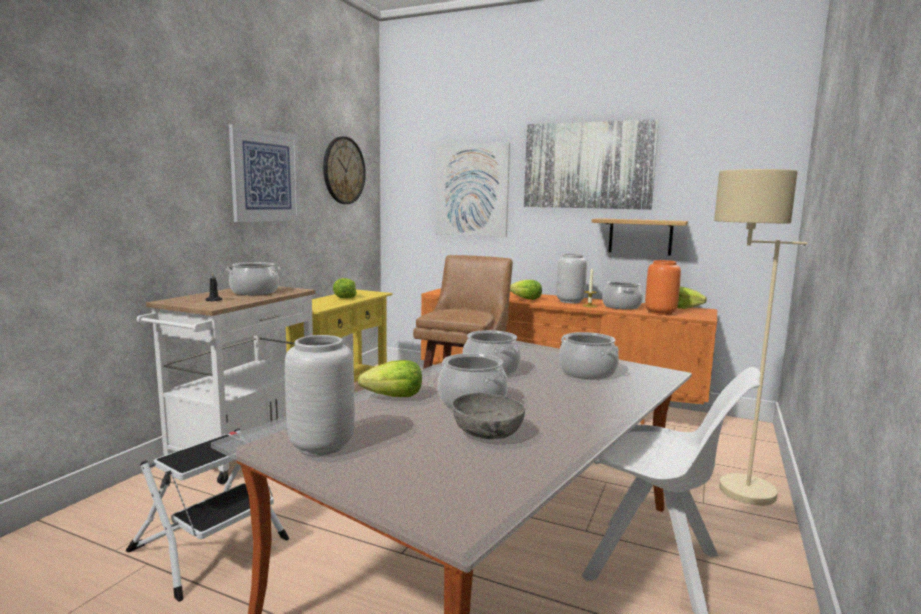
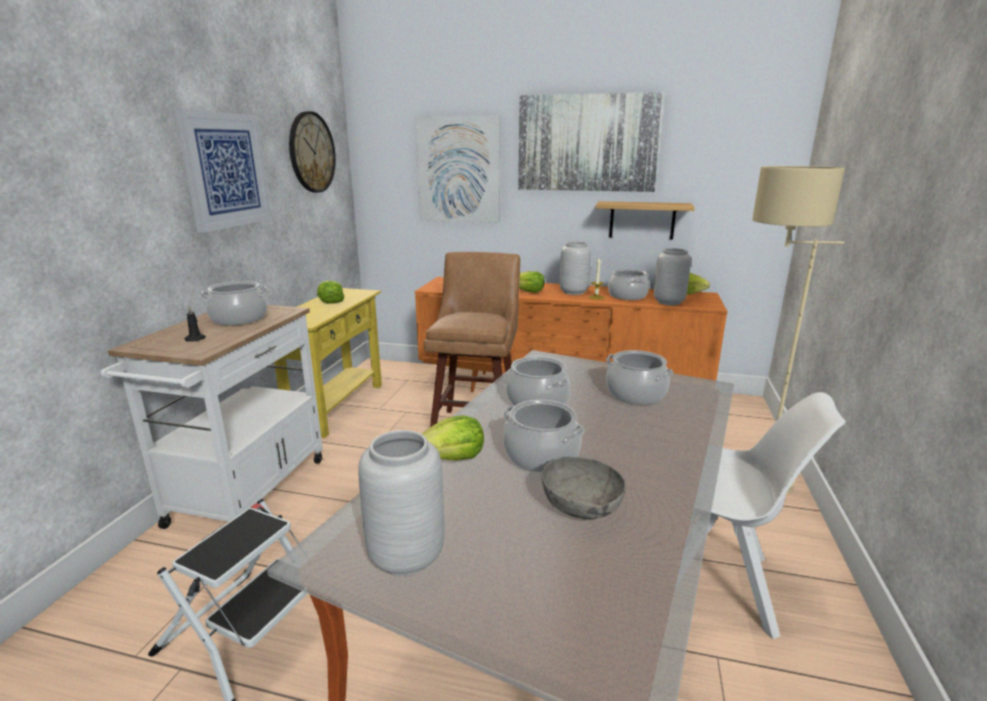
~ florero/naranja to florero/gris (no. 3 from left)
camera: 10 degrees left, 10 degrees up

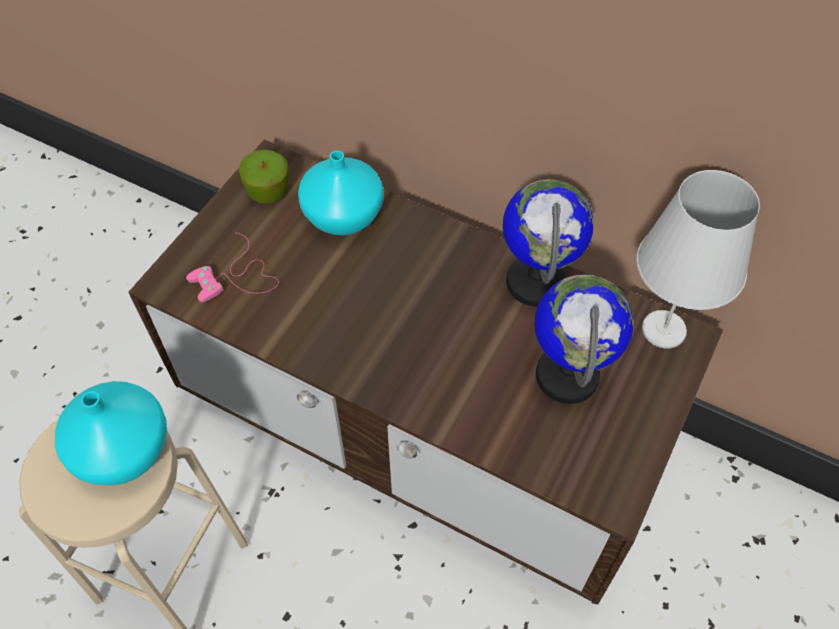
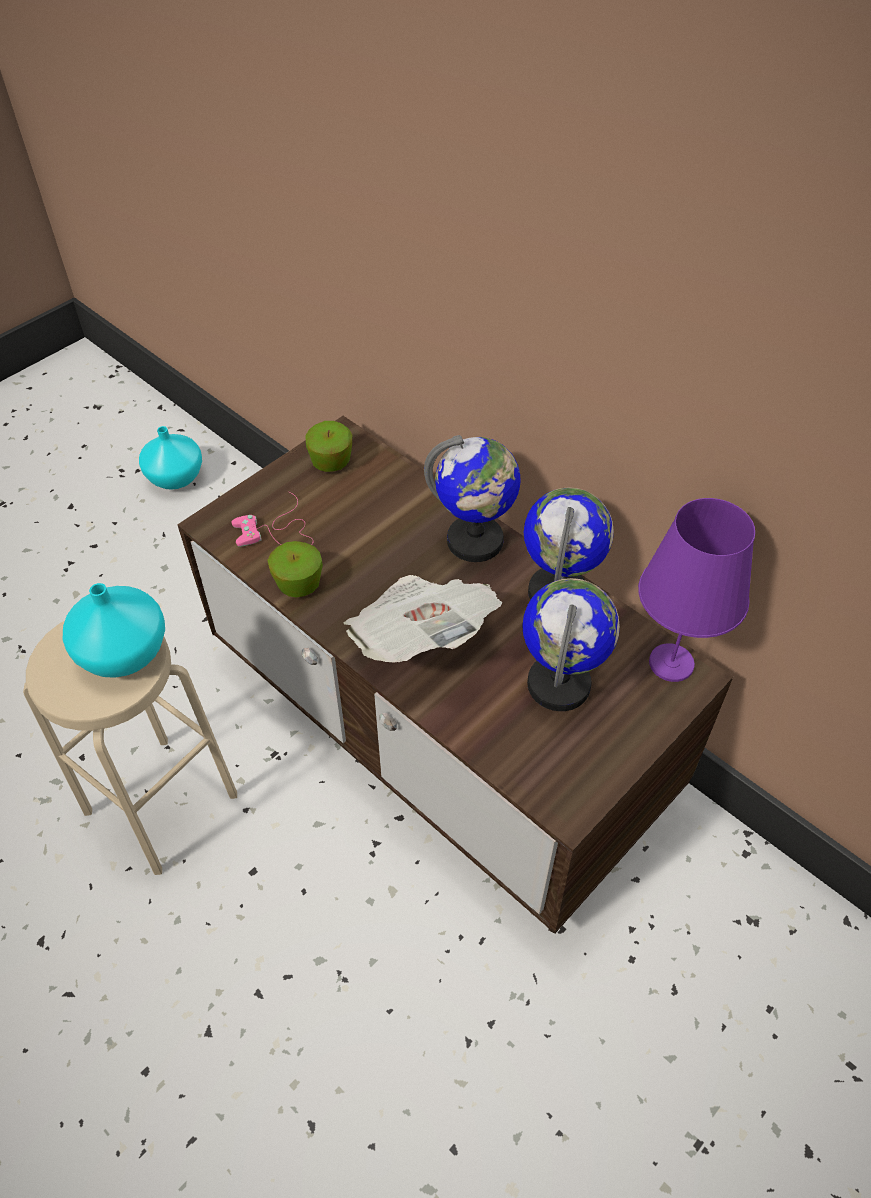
+ manzana (no. 1 from left)
+ periódico
+ globo terráqueo (no. 1 from left)
~ florero/turquesa (no. 2 from left)
~ lámpara de mesa/blanco to lámpara de mesa/morado
camera: 15 degrees right, 5 degrees down

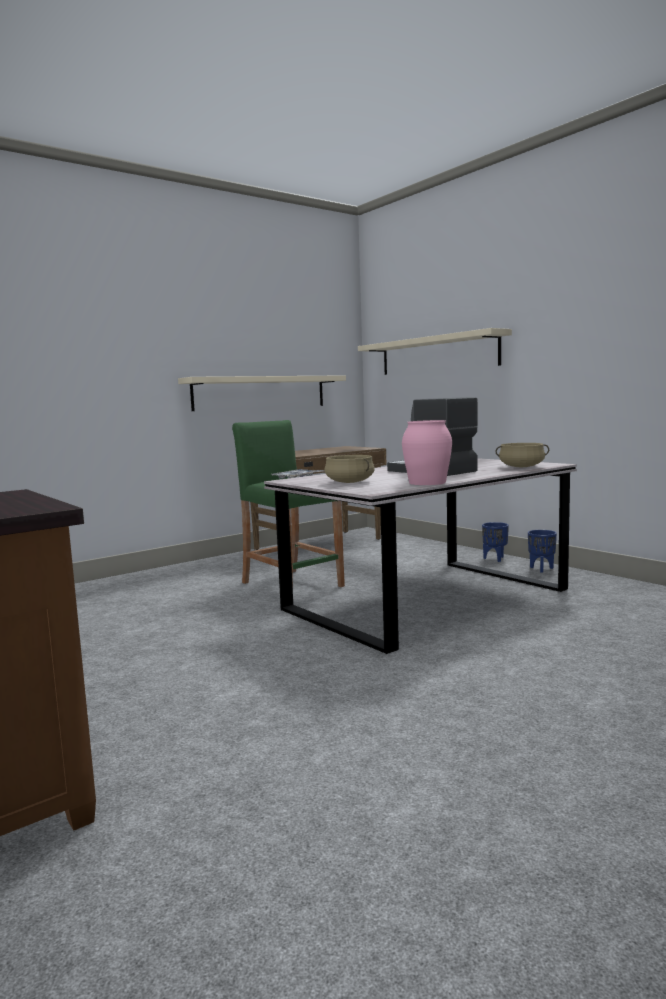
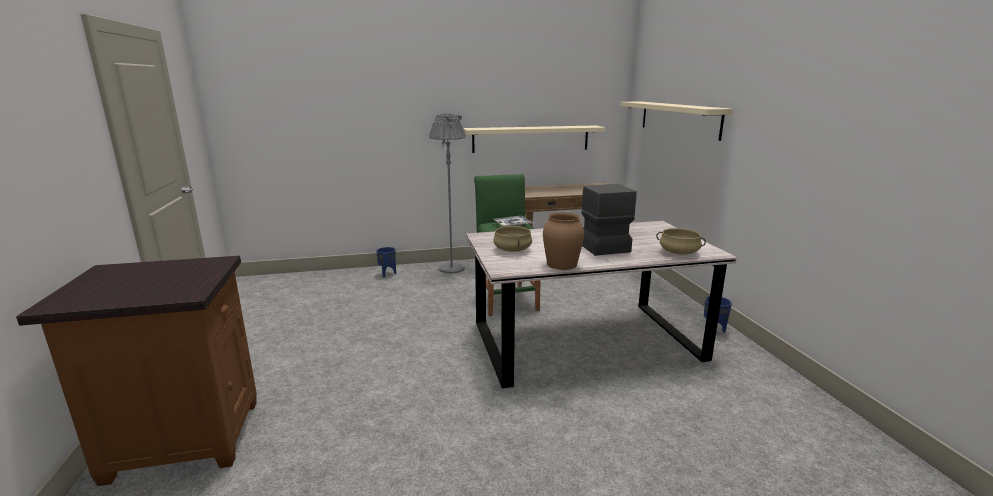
+ lámpara de pie/gris
~ maceta/azul (no. 1 from left)
~ florero/rosa to florero/marrón
camera: 25 degrees right, 10 degrees up

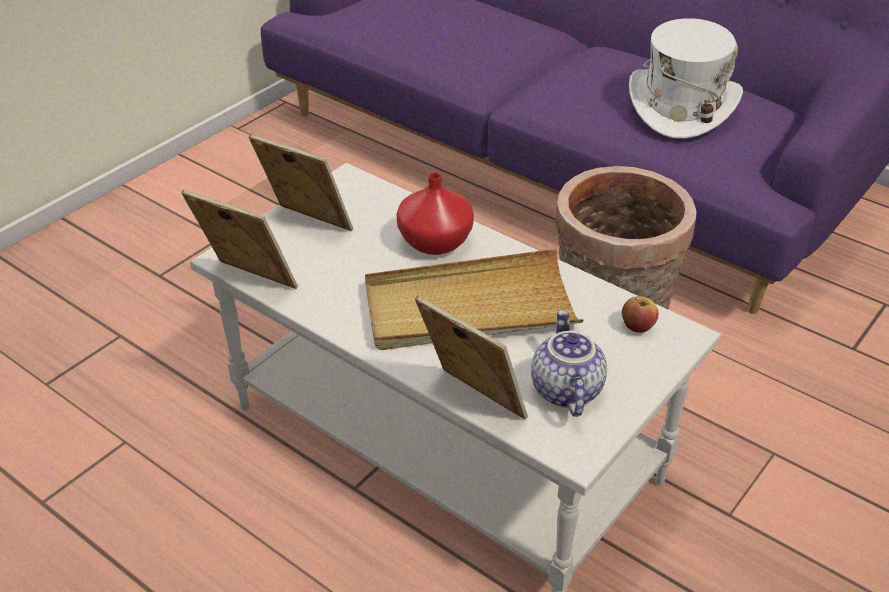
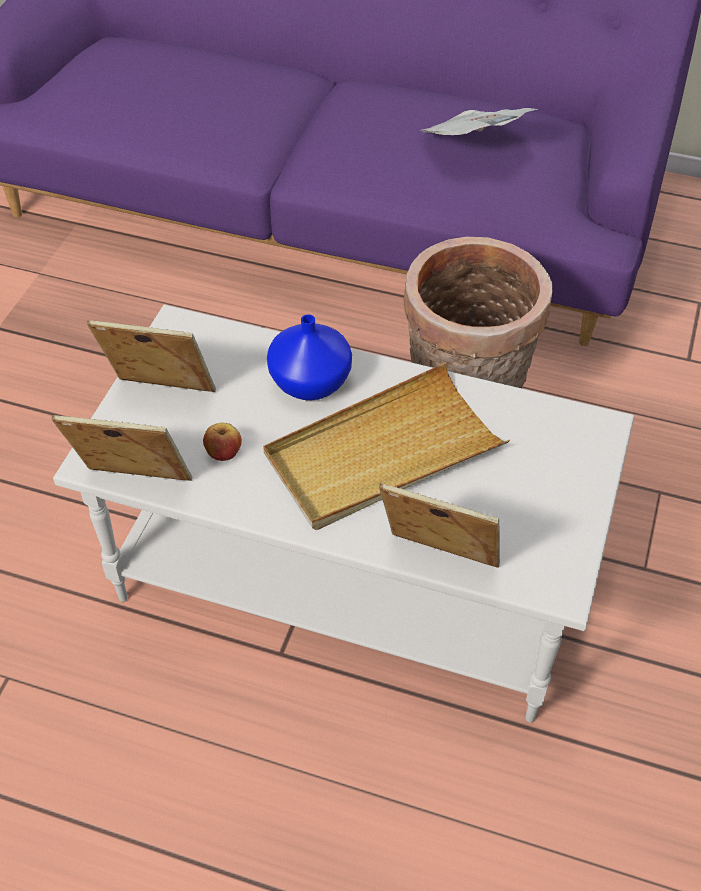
- tetera
~ manzana
~ sombrero/blanco to periódico
~ florero/rojo to florero/azul
camera: 20 degrees left, 10 degrees up

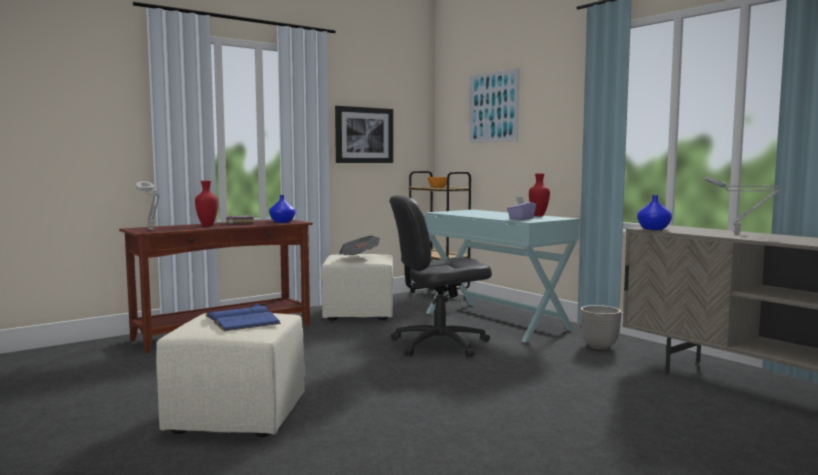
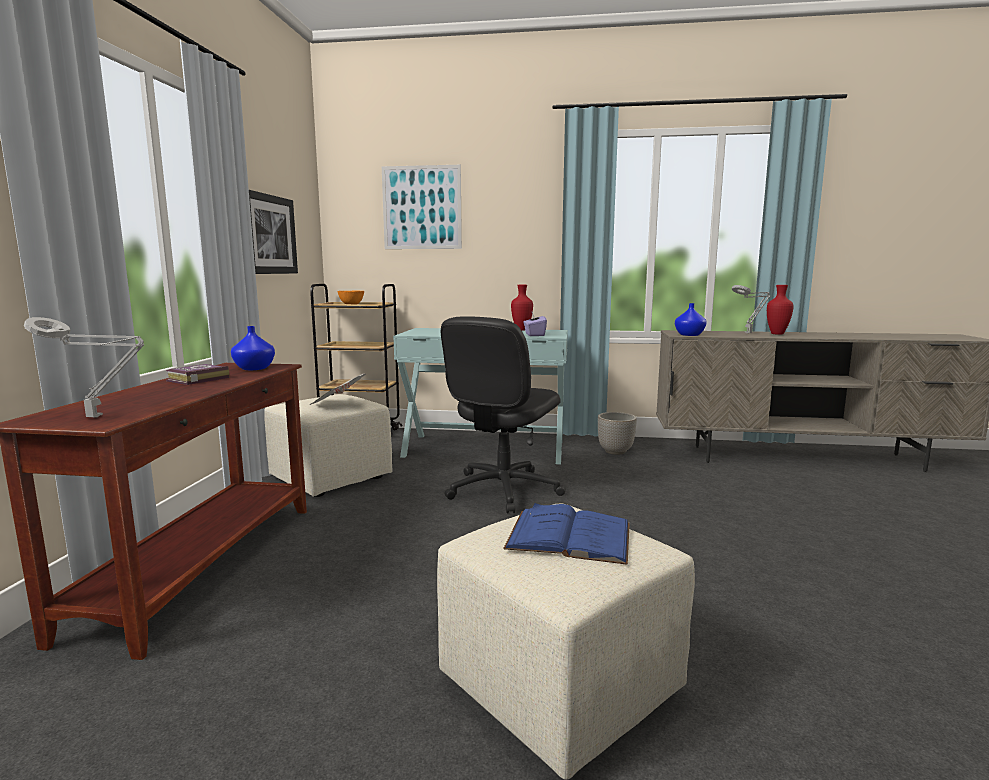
~ florero/rojo (no. 1 from left in the first image) to florero/rojo (no. 2 from left)
camera: 45 degrees left, 5 degrees up

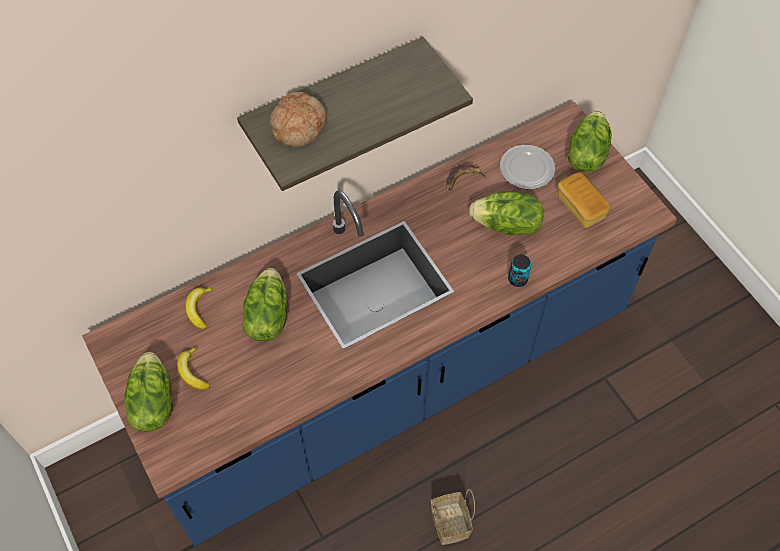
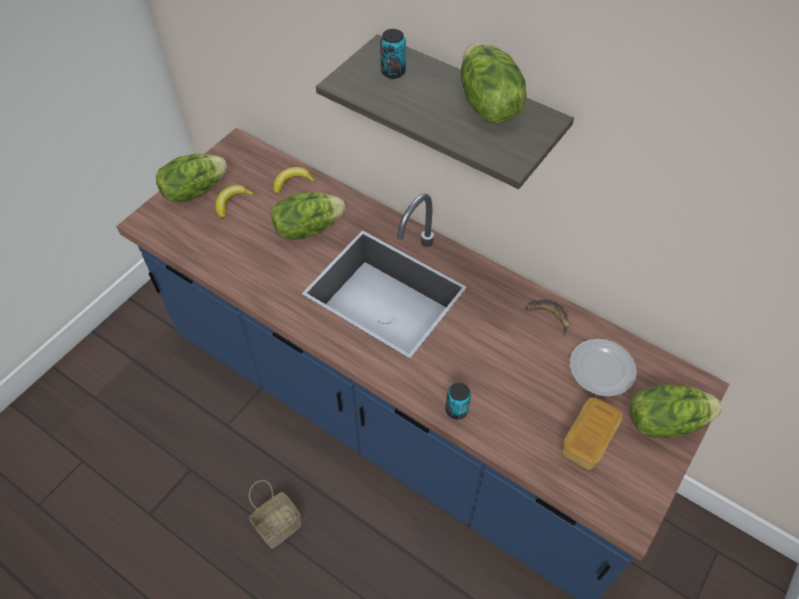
~ lechuga (no. 3 from left)
~ pan (no. 1 from left) to lata (no. 1 from left)
camera: 65 degrees right, 5 degrees down

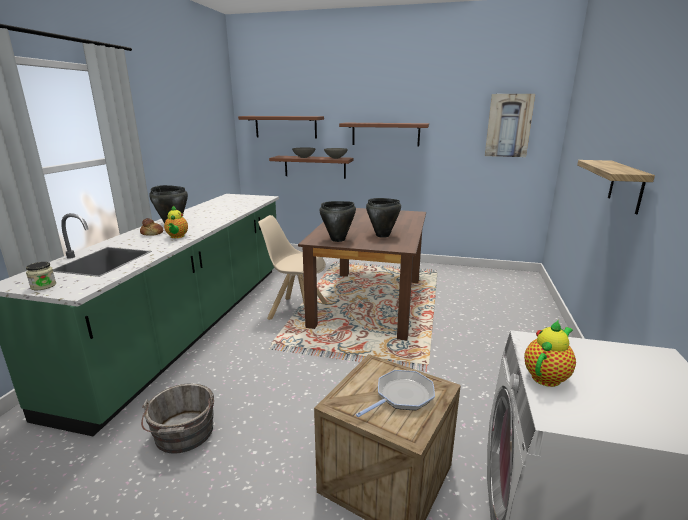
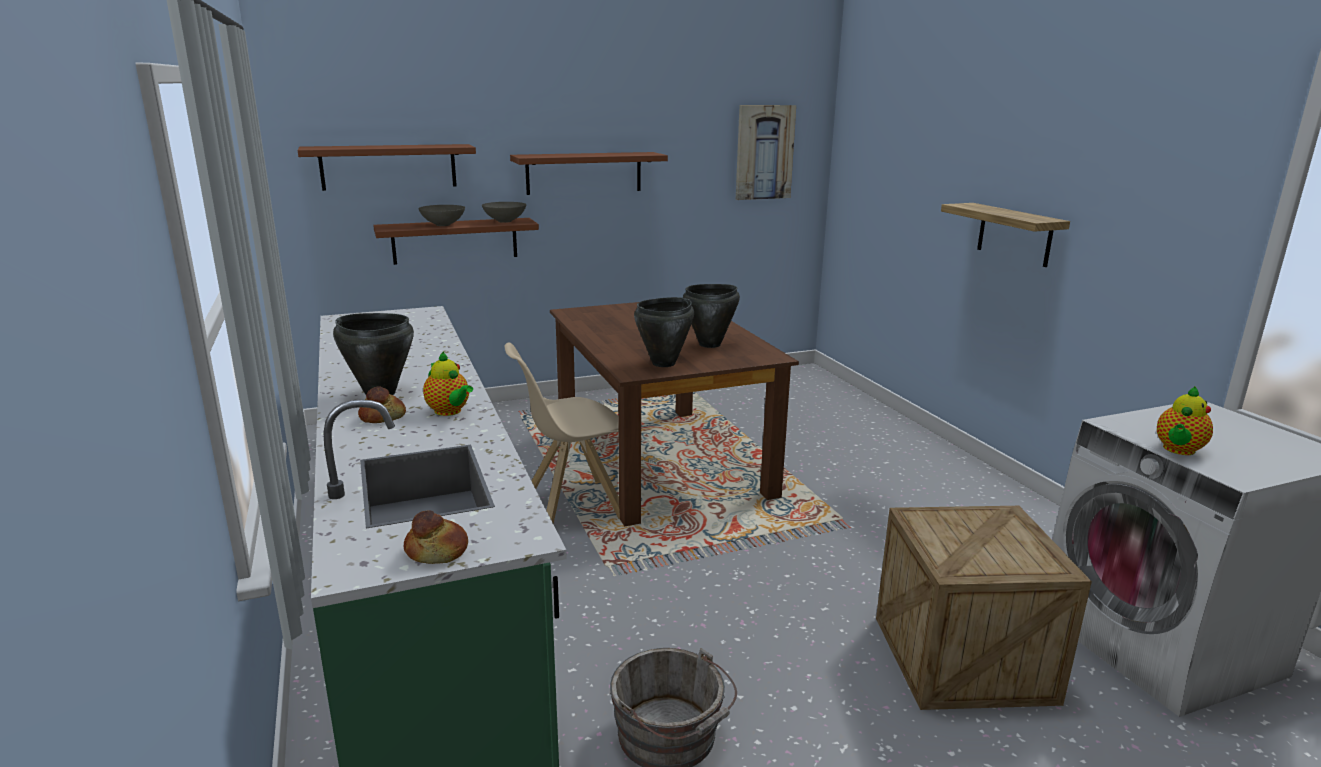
- sartén
~ tarro to pan (no. 2 from left)
~ tetera (no. 2 from left) 150 degrees counterclockwise
camera: 35 degrees left, 0 degrees up

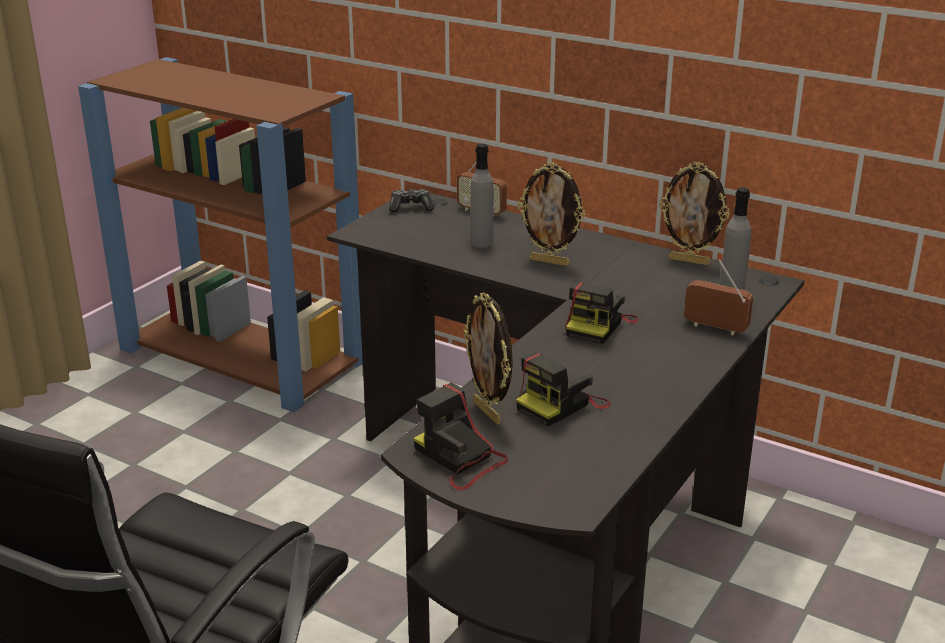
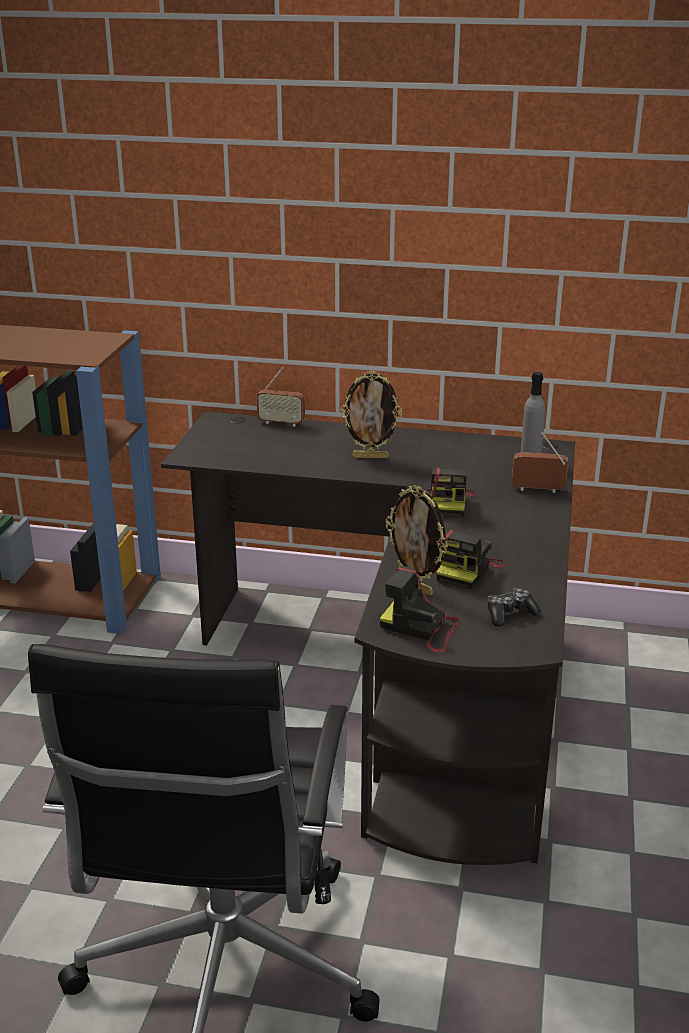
- botella/gris (no. 1 from left)
- portarretratos (no. 3 from left)
~ mando de consola
camera: 20 degrees left, 0 degrees up

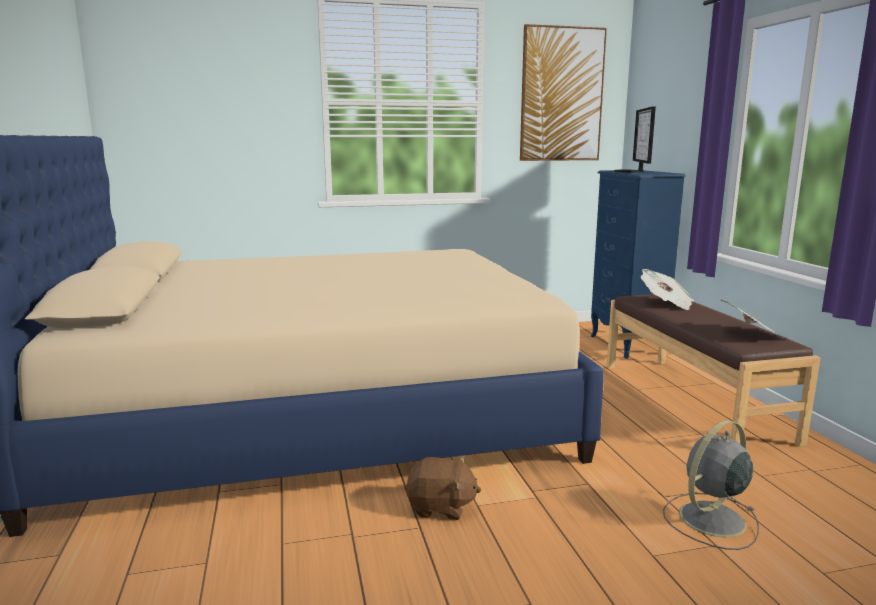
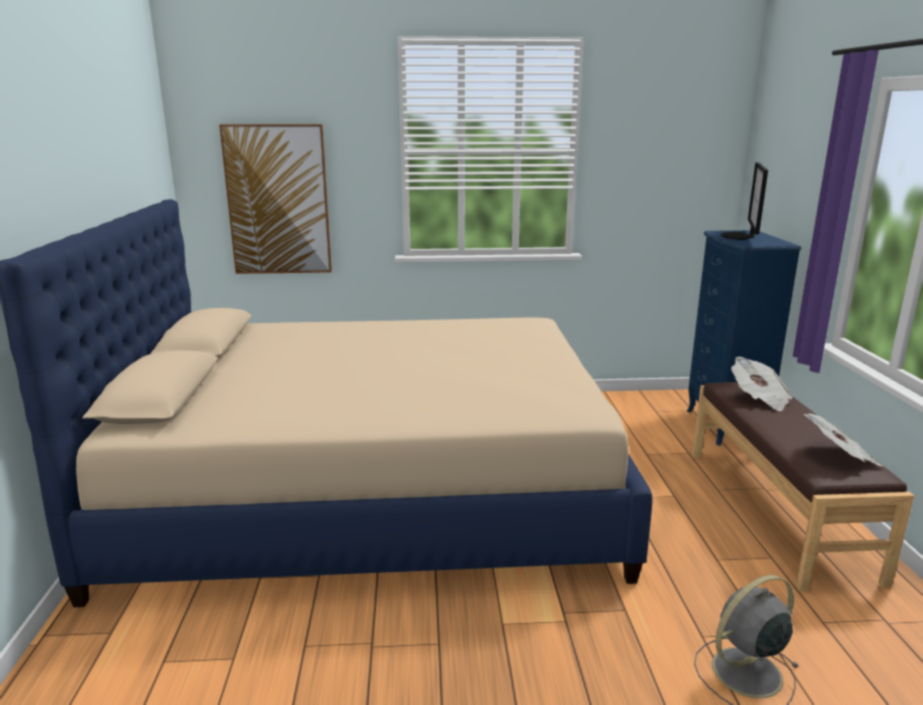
- peluche/marrón
~ cuadro
camera: 10 degrees right, 5 degrees up

